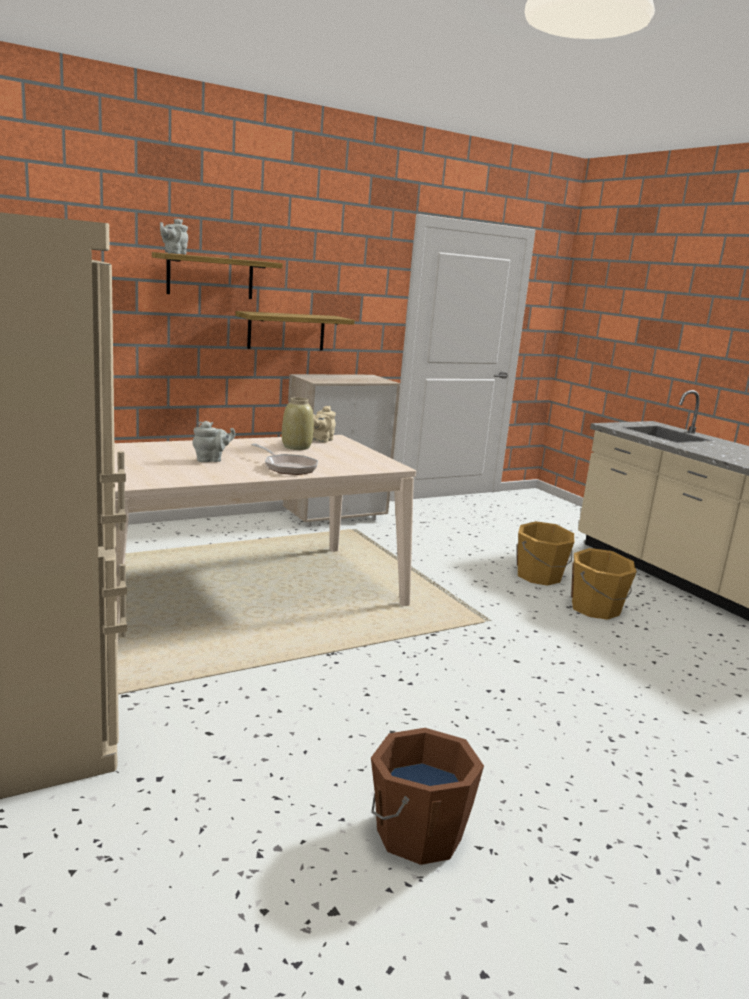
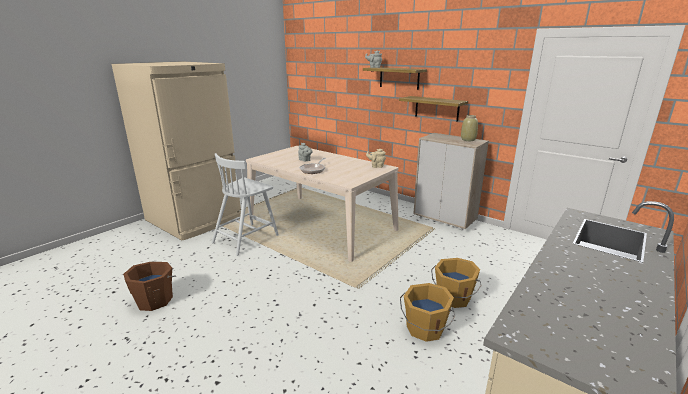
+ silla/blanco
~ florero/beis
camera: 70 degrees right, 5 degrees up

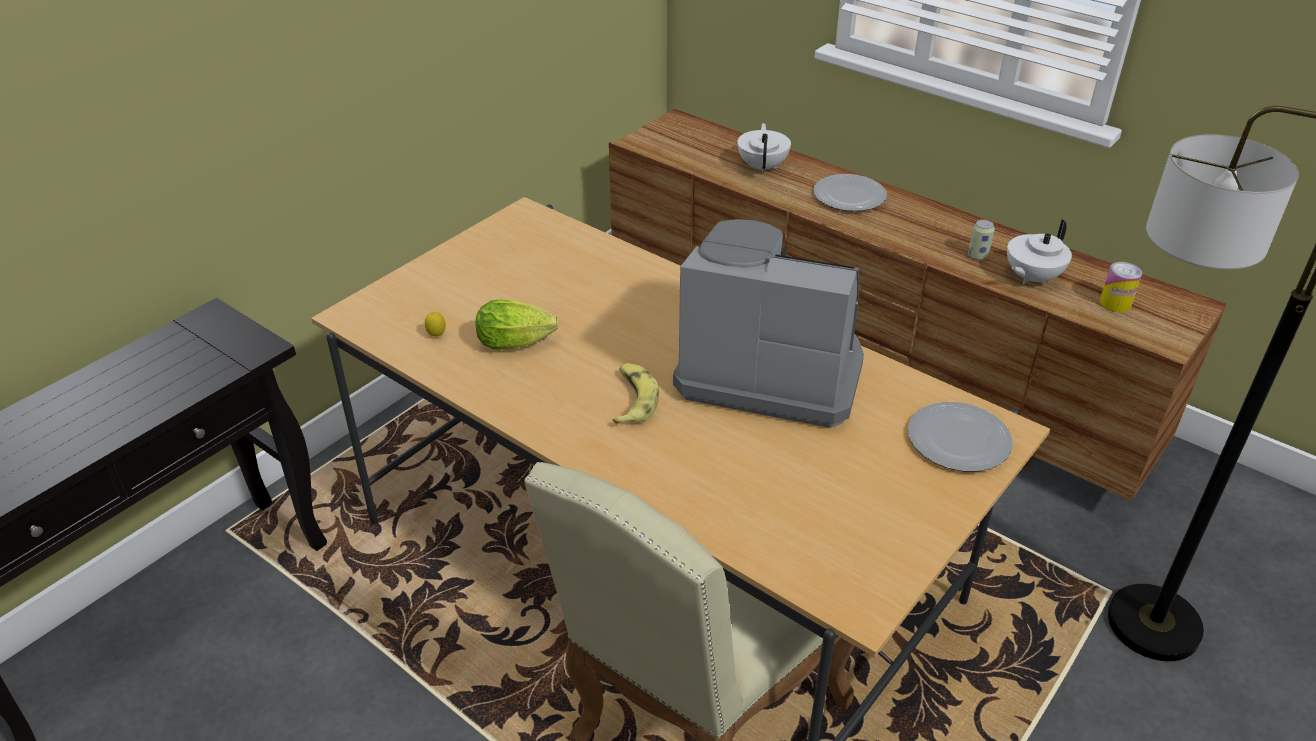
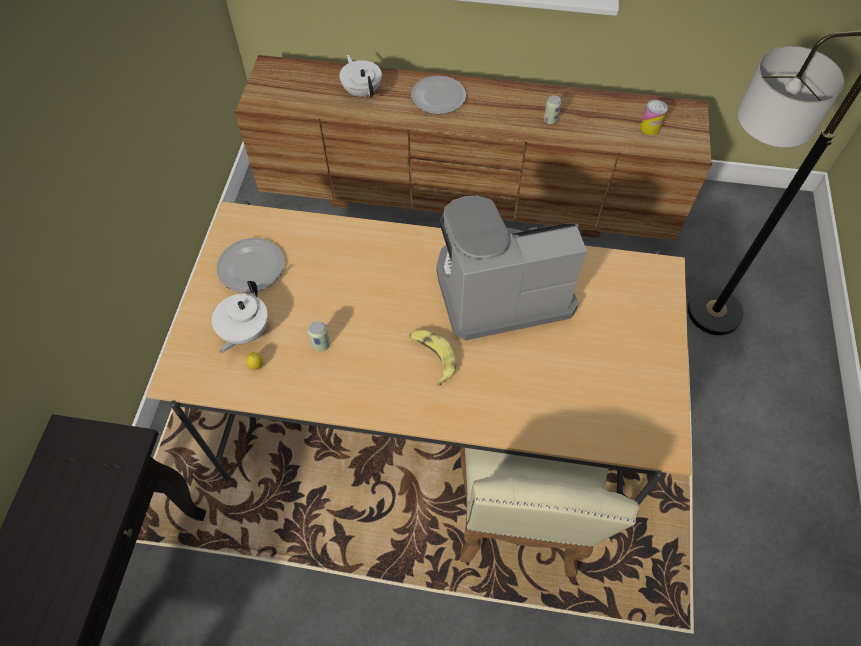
~ plato (no. 2 from left in the first image) to plato (no. 1 from left)
~ tetera/blanco (no. 2 from left in the first image) to tetera/blanco (no. 1 from left)
~ lechuga to lata (no. 1 from left)
camera: 30 degrees left, 20 degrees up

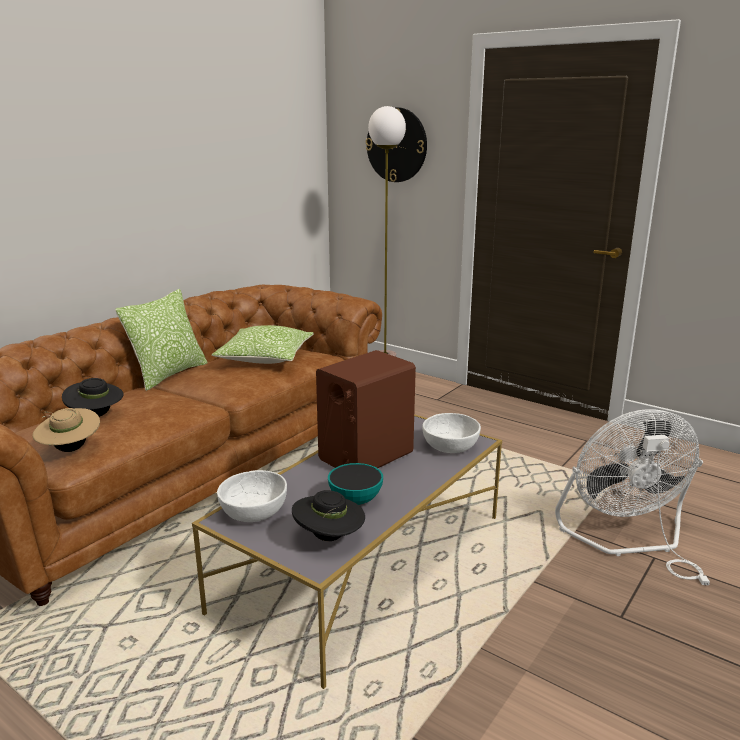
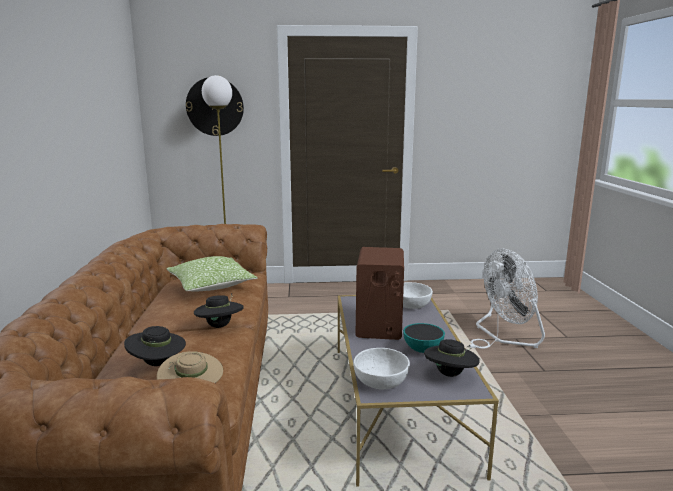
- cojín (no. 1 from left)
+ sombrero/negro (no. 2 from left)
~ ventilador/blanco 120 degrees clockwise
camera: 40 degrees left, 5 degrees down

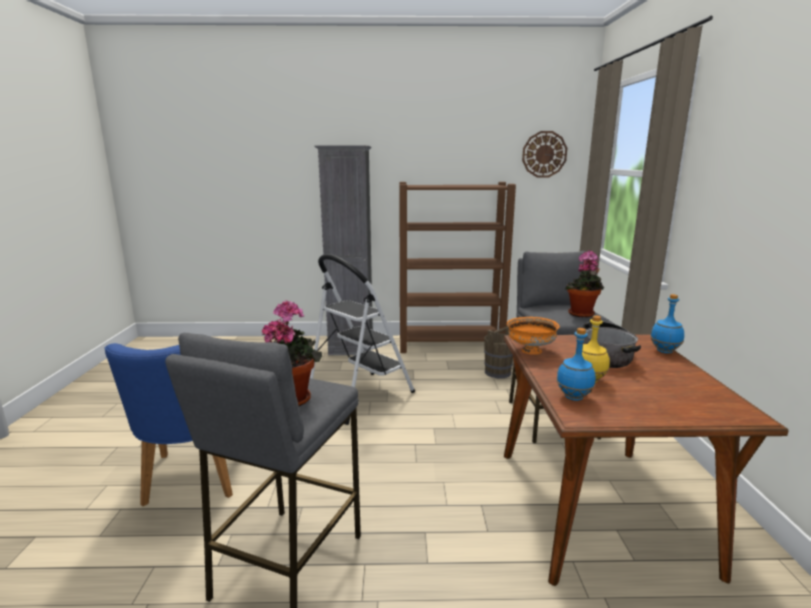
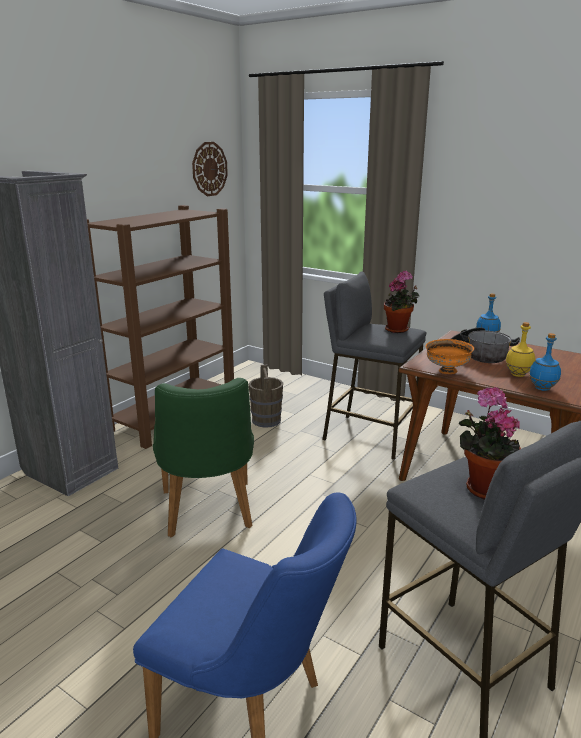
~ escalera de tijera to silla/verde
camera: 55 degrees left, 5 degrees up

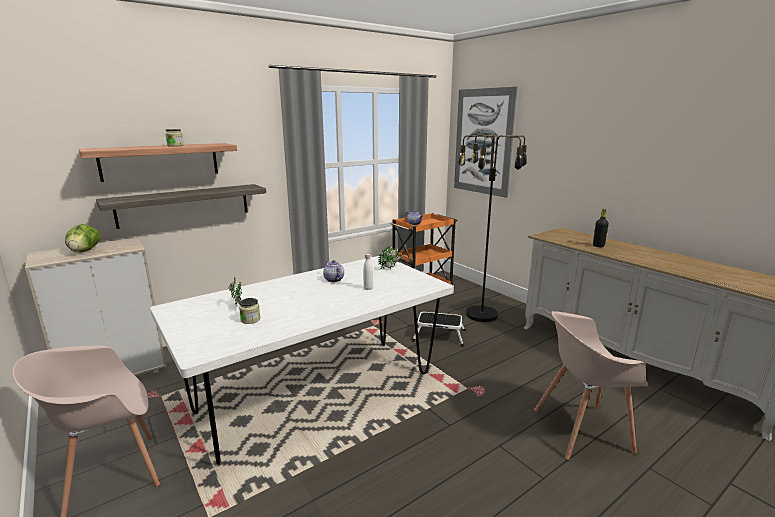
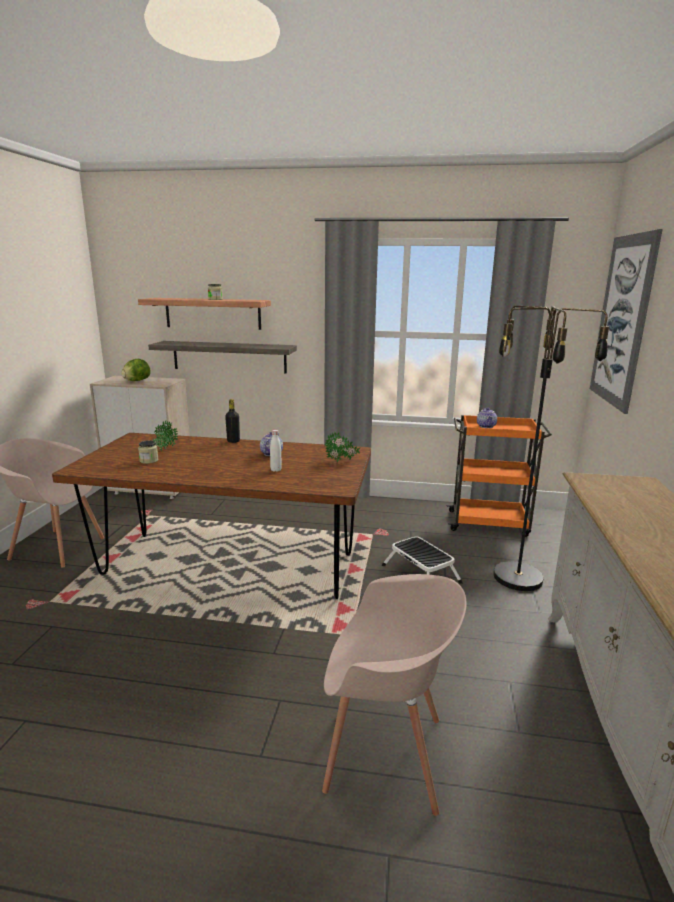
~ botella/negro
~ mesa de comedor/blanco to mesa de comedor/marrón
~ silla/beis (no. 2 from left) 150 degrees clockwise
camera: 45 degrees right, 0 degrees up

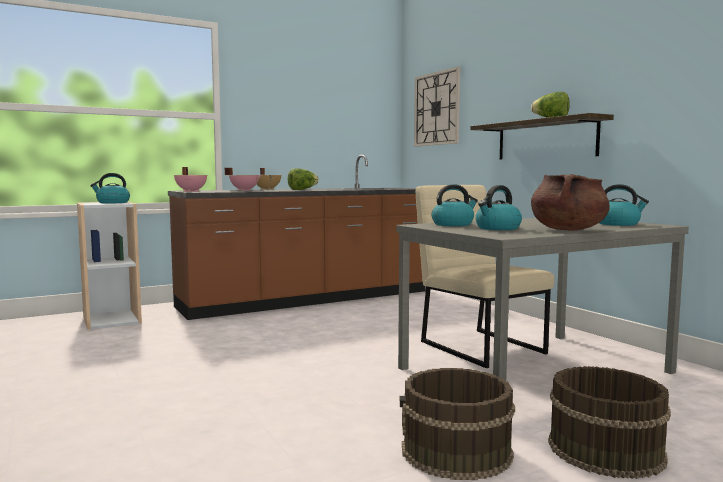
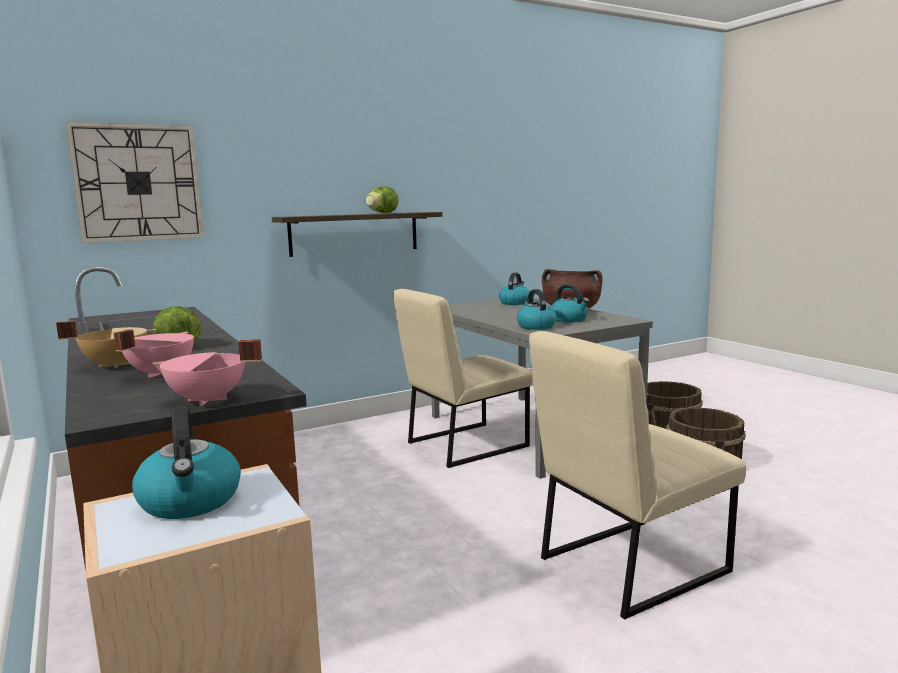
+ silla/beis (no. 2 from left)
camera: 90 degrees left, 5 degrees up

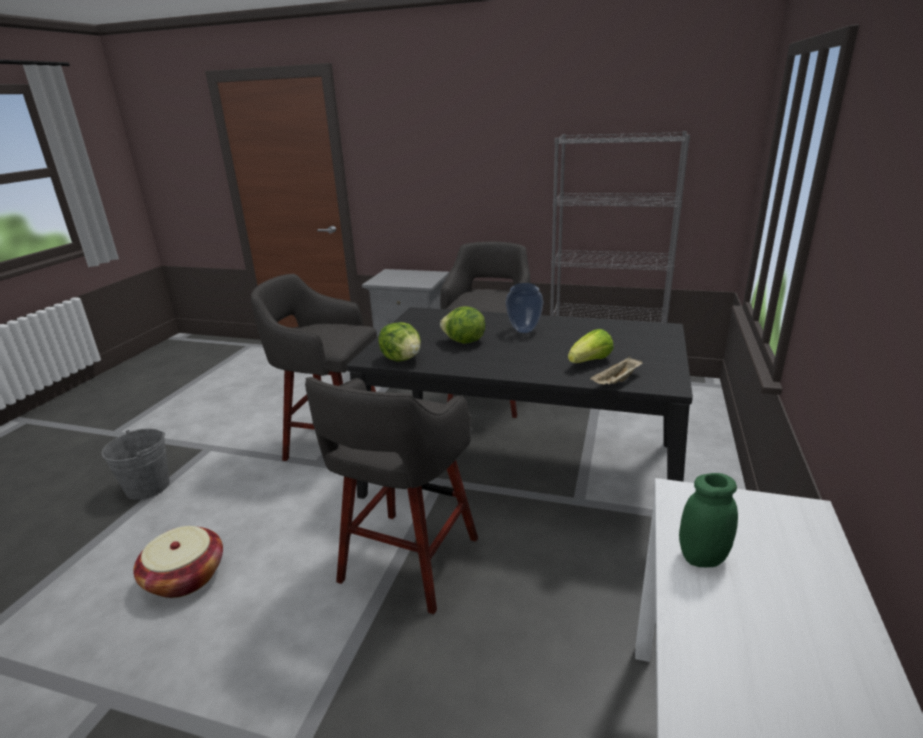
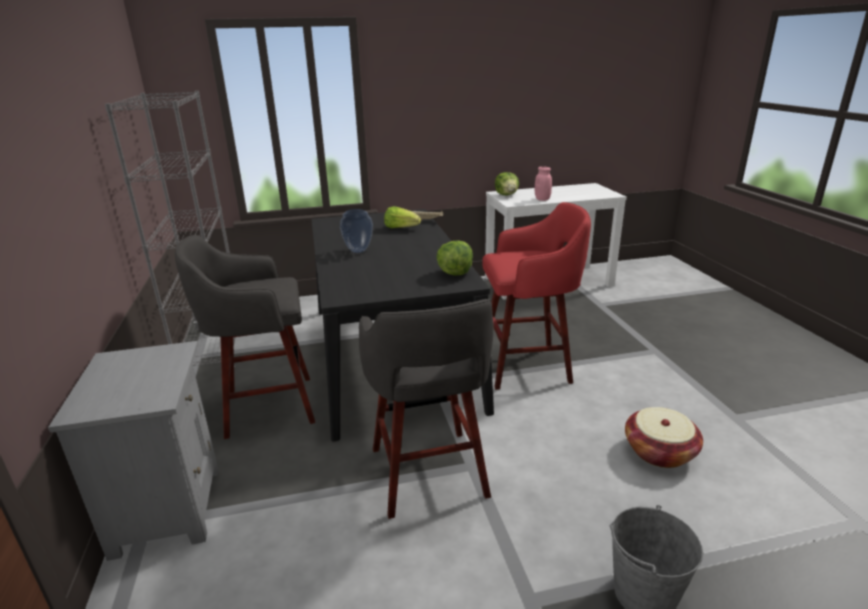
~ lechuga (no. 2 from left in the first image) to lechuga (no. 3 from left)
~ taburete/gris (no. 2 from left) to taburete/rojo
~ tarro/verde to tarro/rosa
camera: 120 degrees left, 0 degrees up

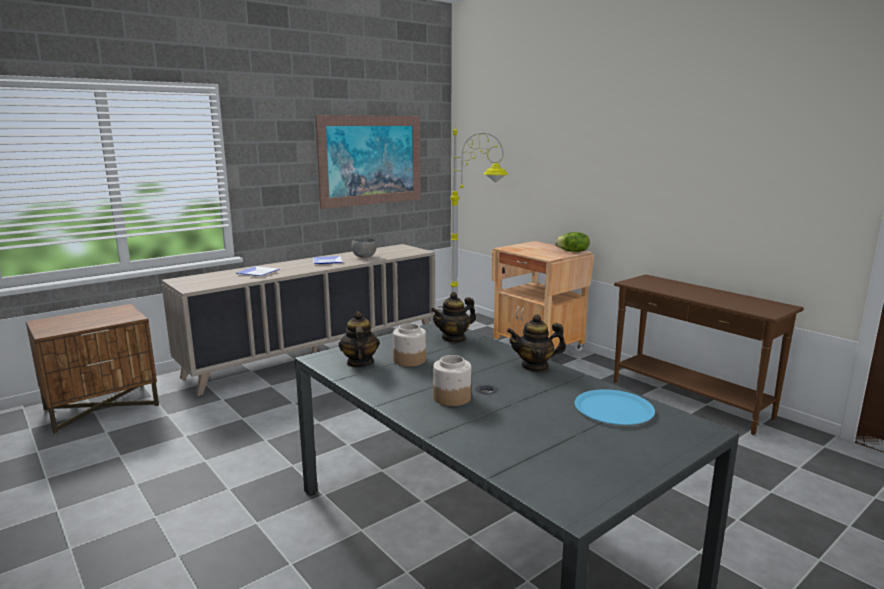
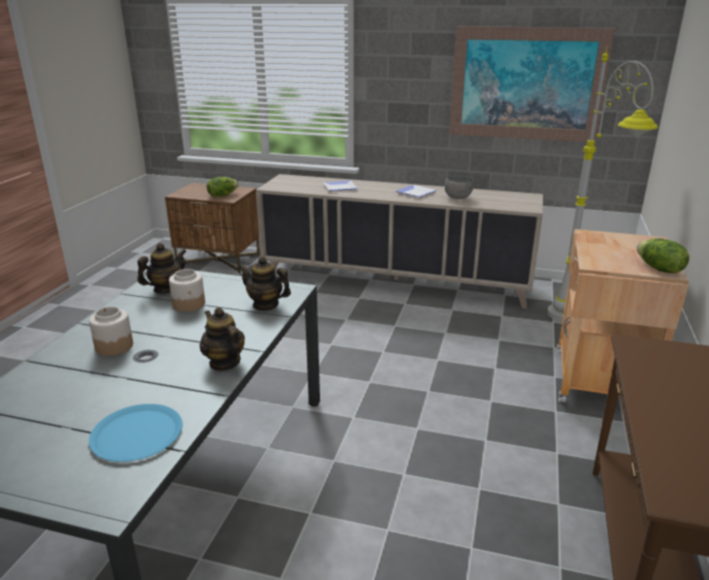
+ lechuga (no. 1 from left)
camera: 55 degrees right, 10 degrees up

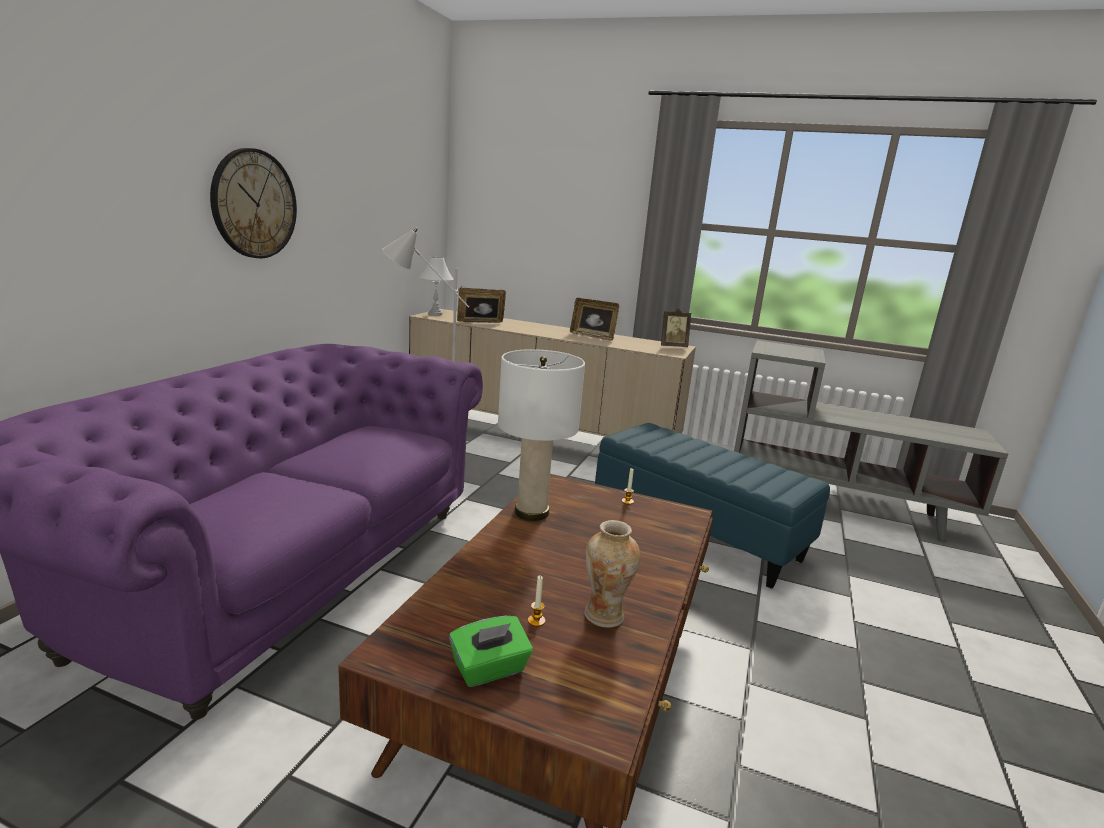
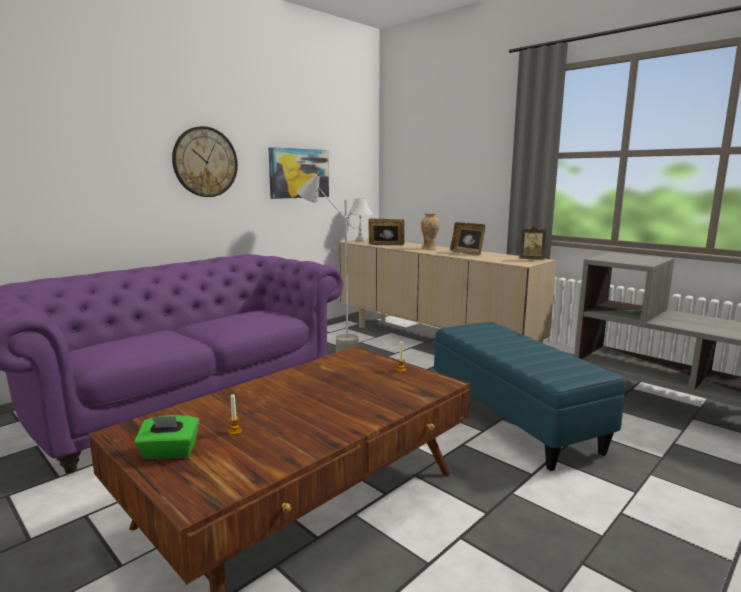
- lámpara de mesa/blanco (no. 2 from left)
+ cuadro
~ florero
camera: 25 degrees right, 5 degrees down

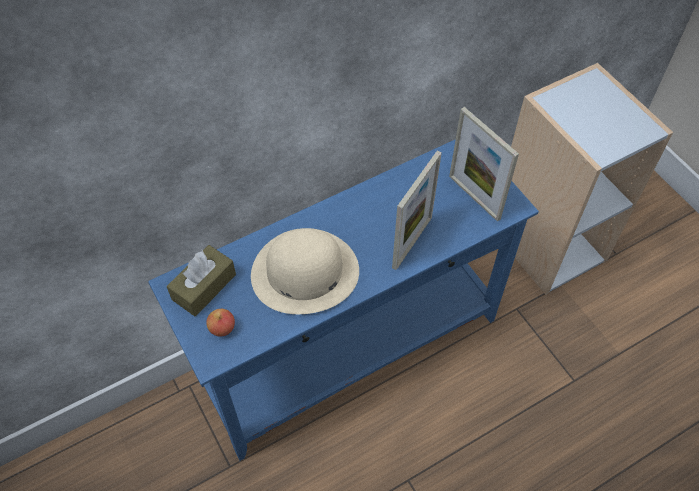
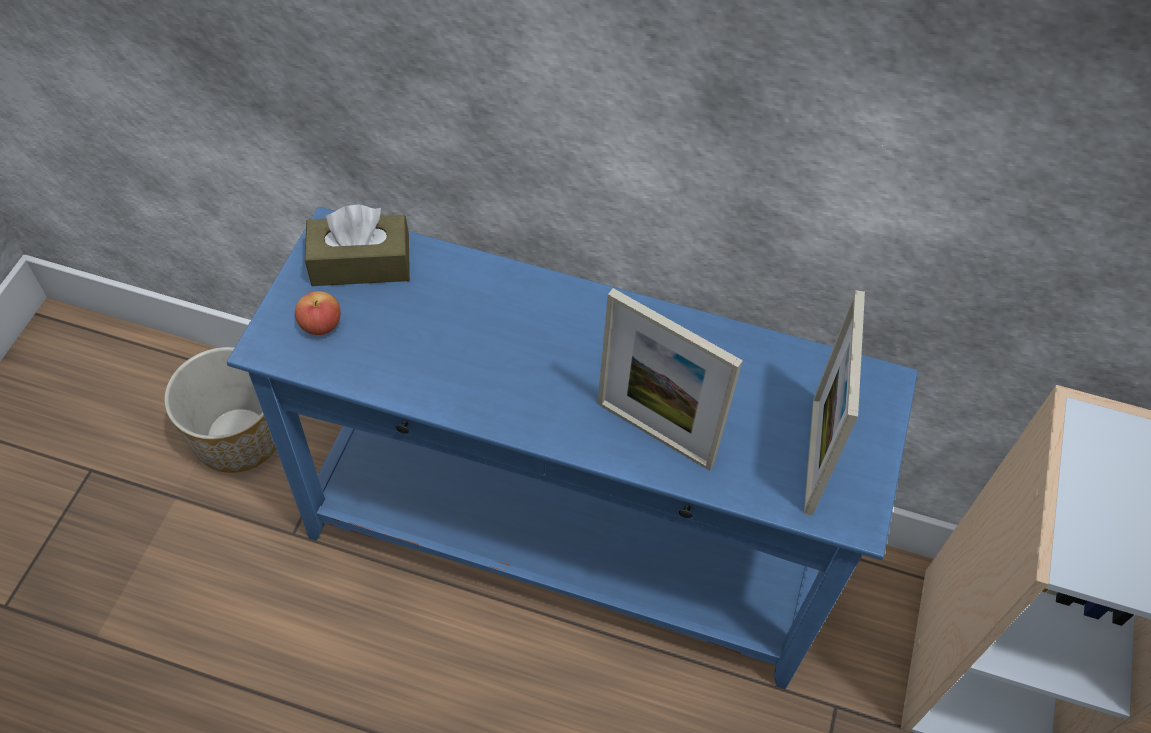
- sombrero/beis
+ maceta
~ portarretratos (no. 1 from left) 45 degrees clockwise
camera: 45 degrees right, 0 degrees up

